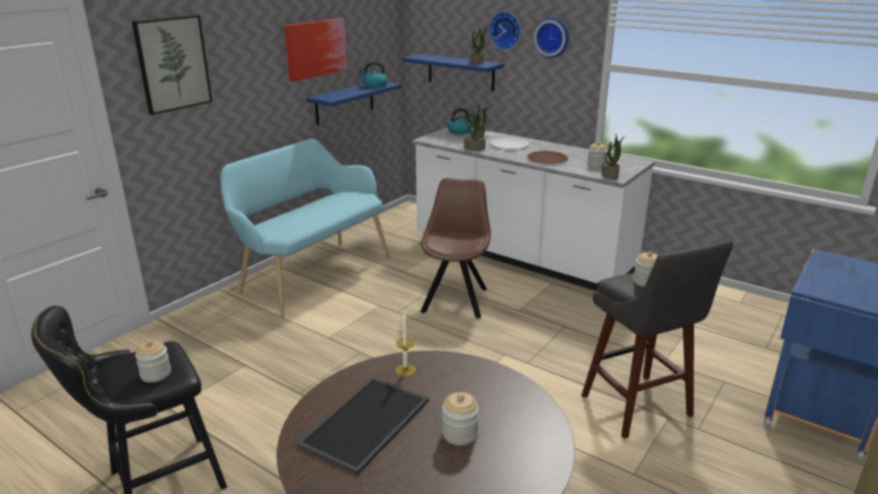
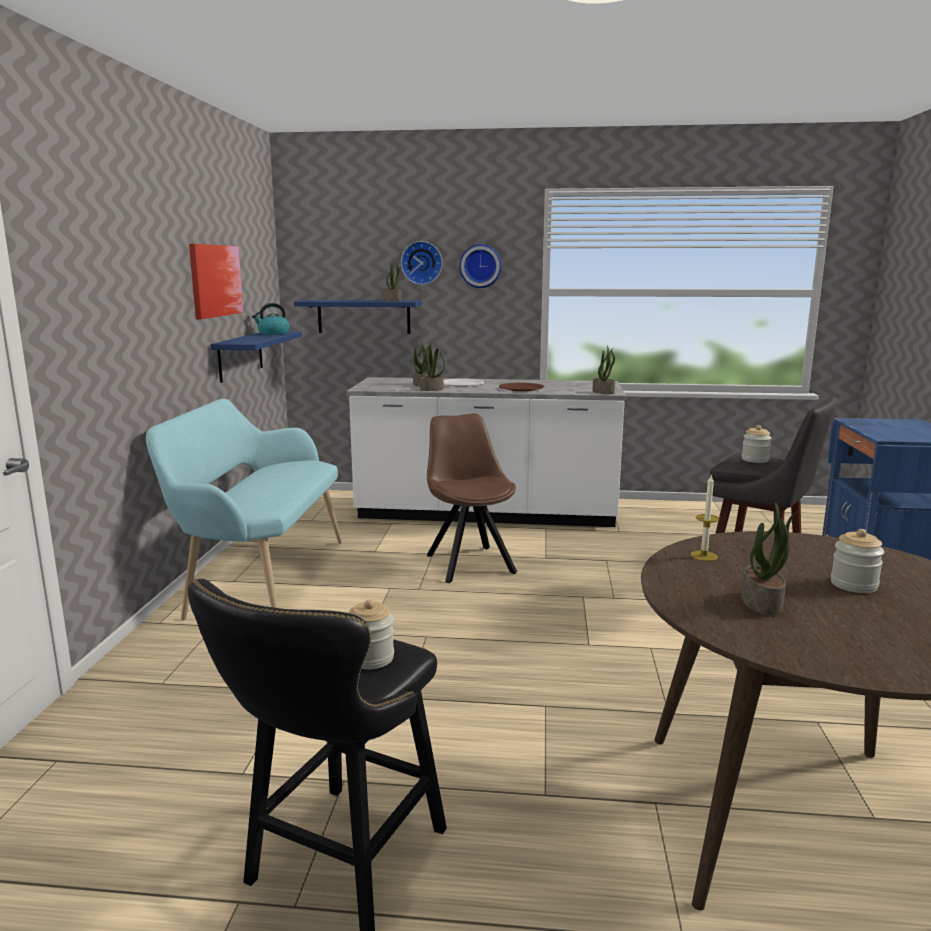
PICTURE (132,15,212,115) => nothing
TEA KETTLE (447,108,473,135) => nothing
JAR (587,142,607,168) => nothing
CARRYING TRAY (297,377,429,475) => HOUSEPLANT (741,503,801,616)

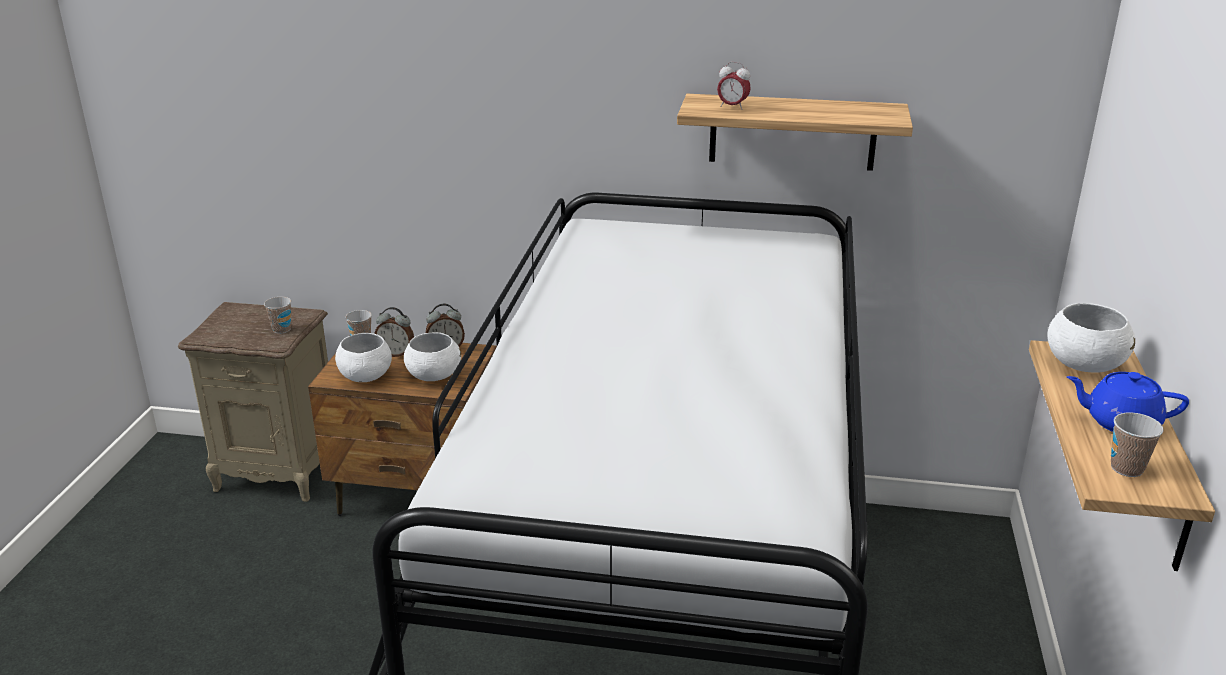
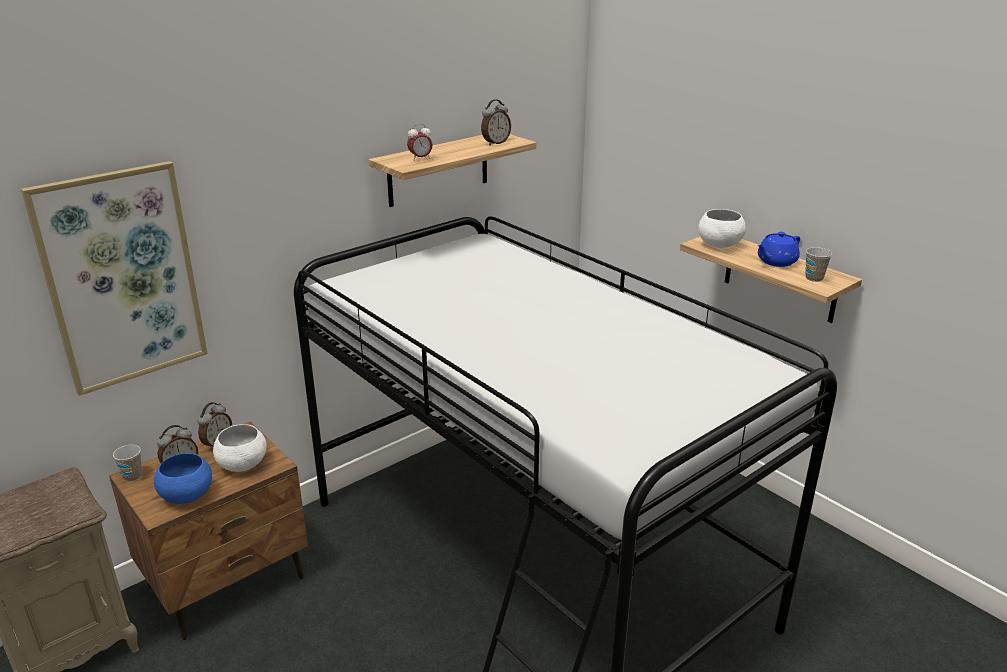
DRINKING CUP (264,297,291,334) => nothing
WHITE DEEP DISH (335,333,392,382) => BLUE-COLOURED DEEP DISH (154,453,212,504)
nothing => ALARM CLOCK (481,99,511,145)
nothing => PICTURE (21,161,208,396)

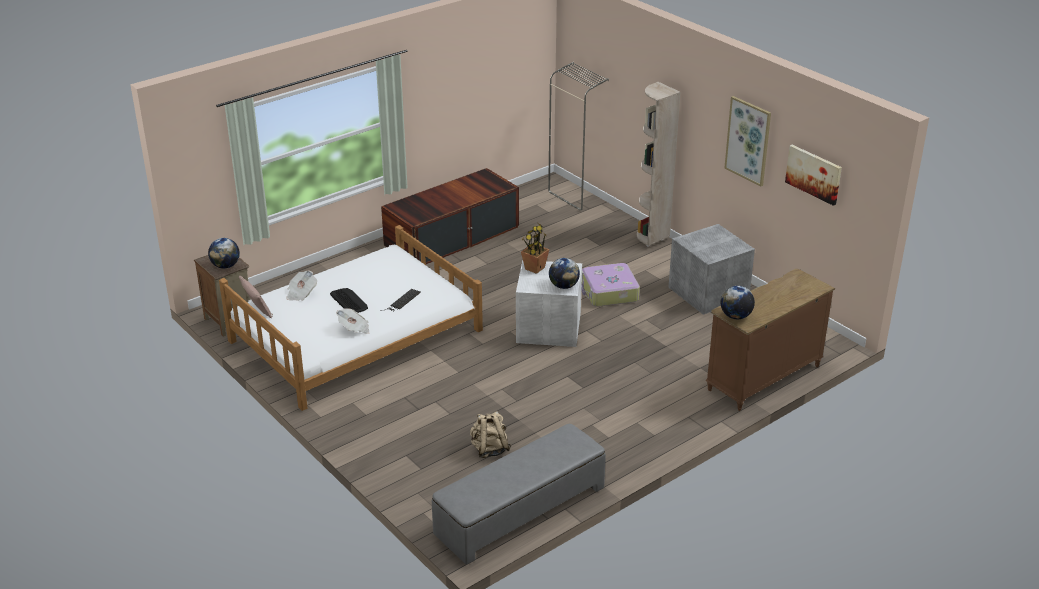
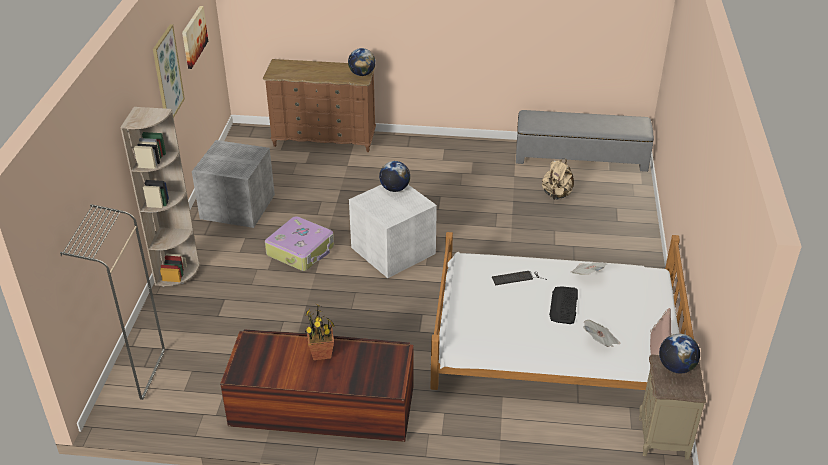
HOUSEPLANT (521,223,549,274) => HOUSEPLANT (305,304,335,360), move

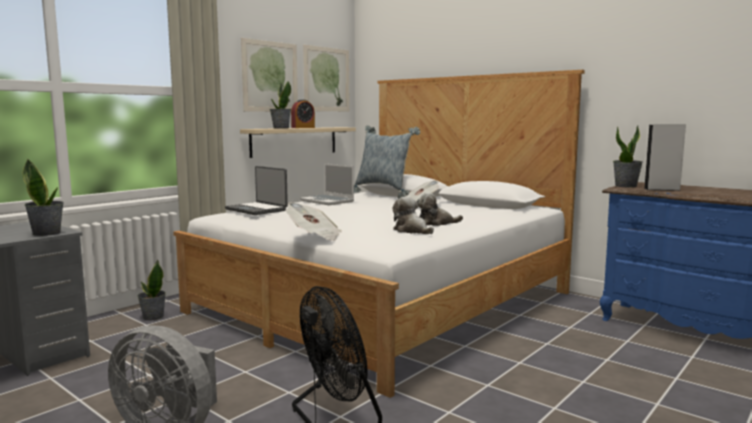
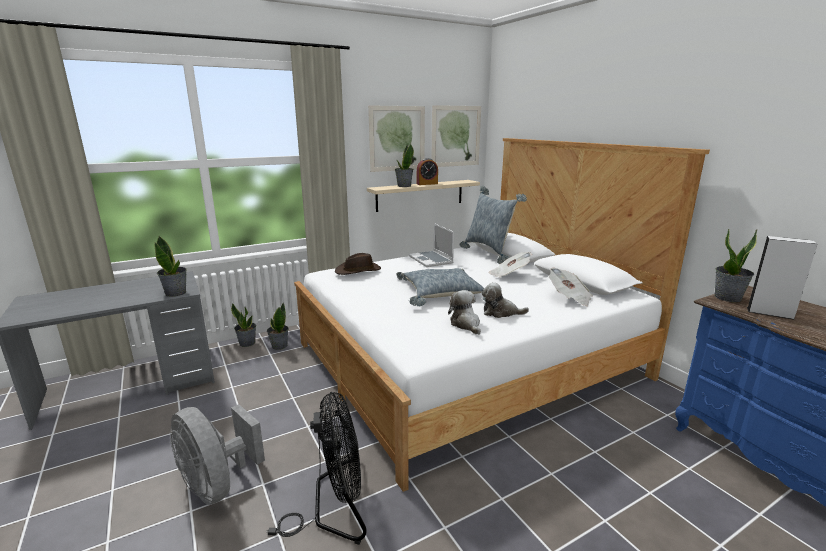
PORTABLE COMPUTER (225,166,288,215) => BROWN-COLOURED CLOTHING HAT (335,253,381,275)
PRINTED PAPER (285,202,342,241) => PRINTED PAPER (549,268,593,306), move
nothing => CUSHION (396,268,486,306)
nothing => HOUSEPLANT (231,303,256,347)

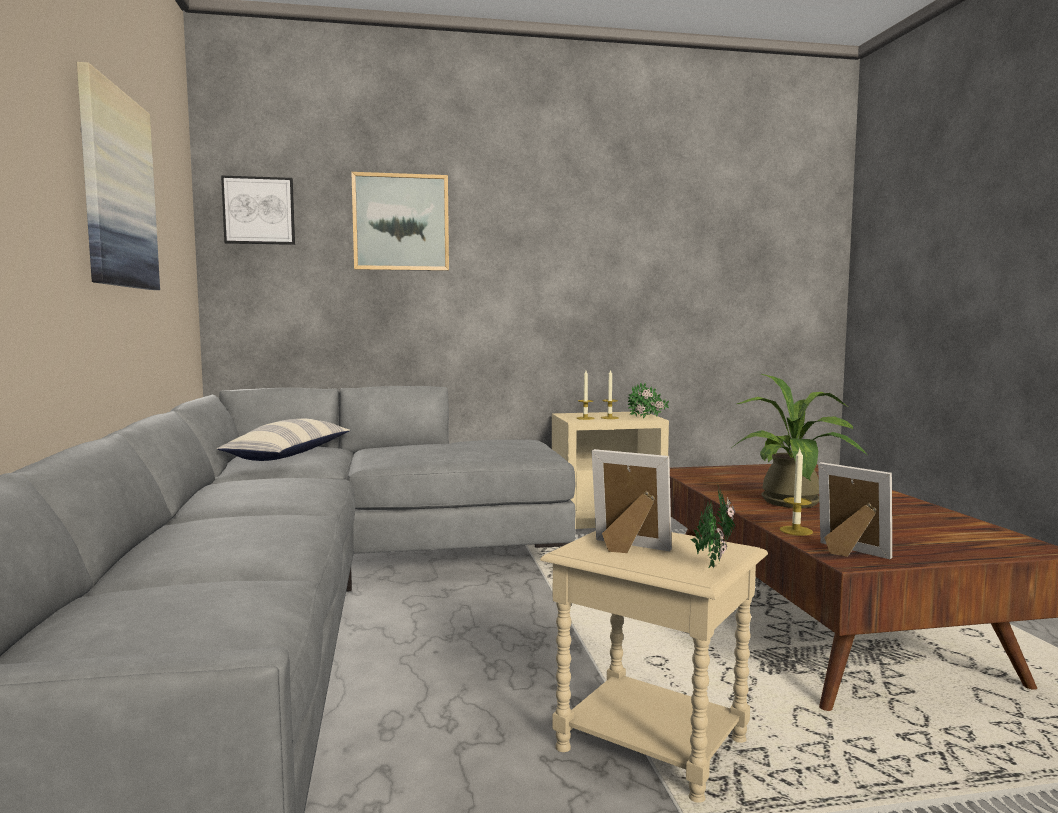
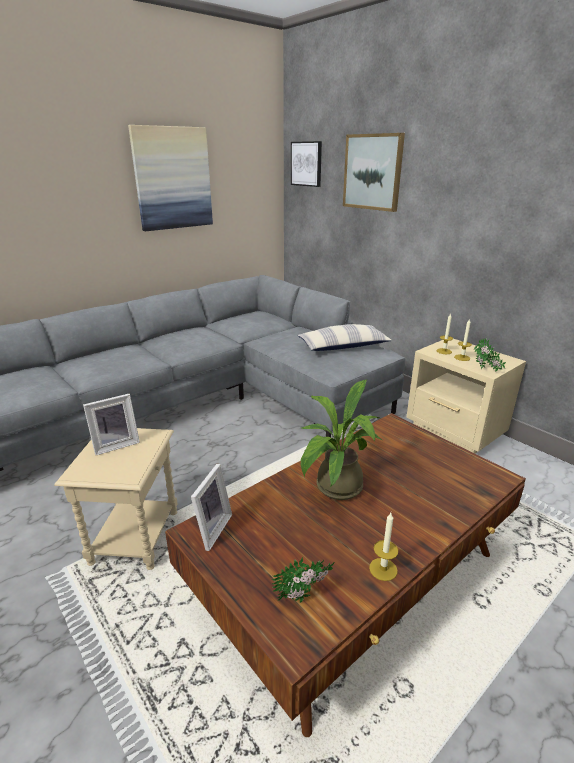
CUSHION (217,419,350,461) => CUSHION (297,324,392,351), move
STANDING FRAME (592,449,672,553) => STANDING FRAME (83,394,140,455), 60 degrees clockwise
CANDLE (780,449,813,536) => CANDLE (369,513,398,581), move
HOUSEPLANT (690,486,735,568) => HOUSEPLANT (272,557,334,603), move

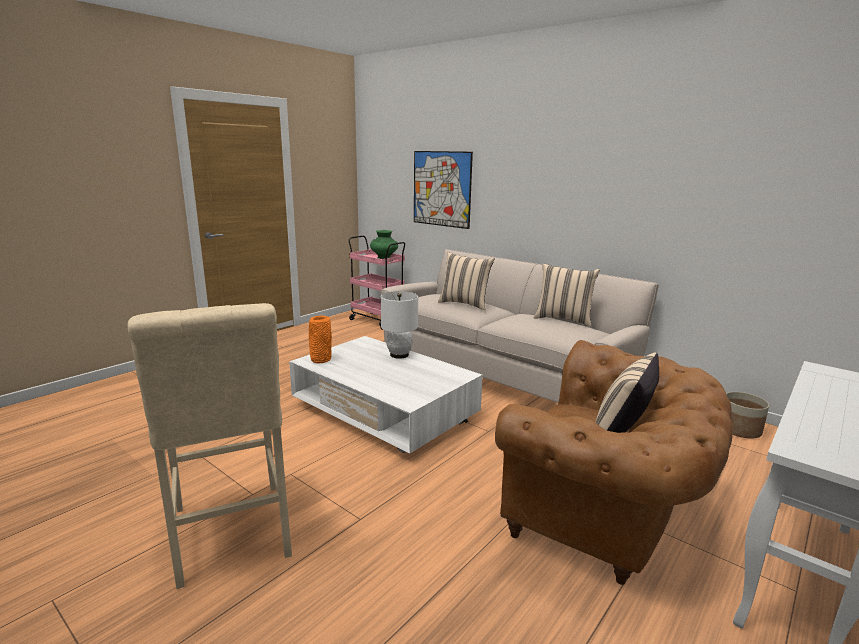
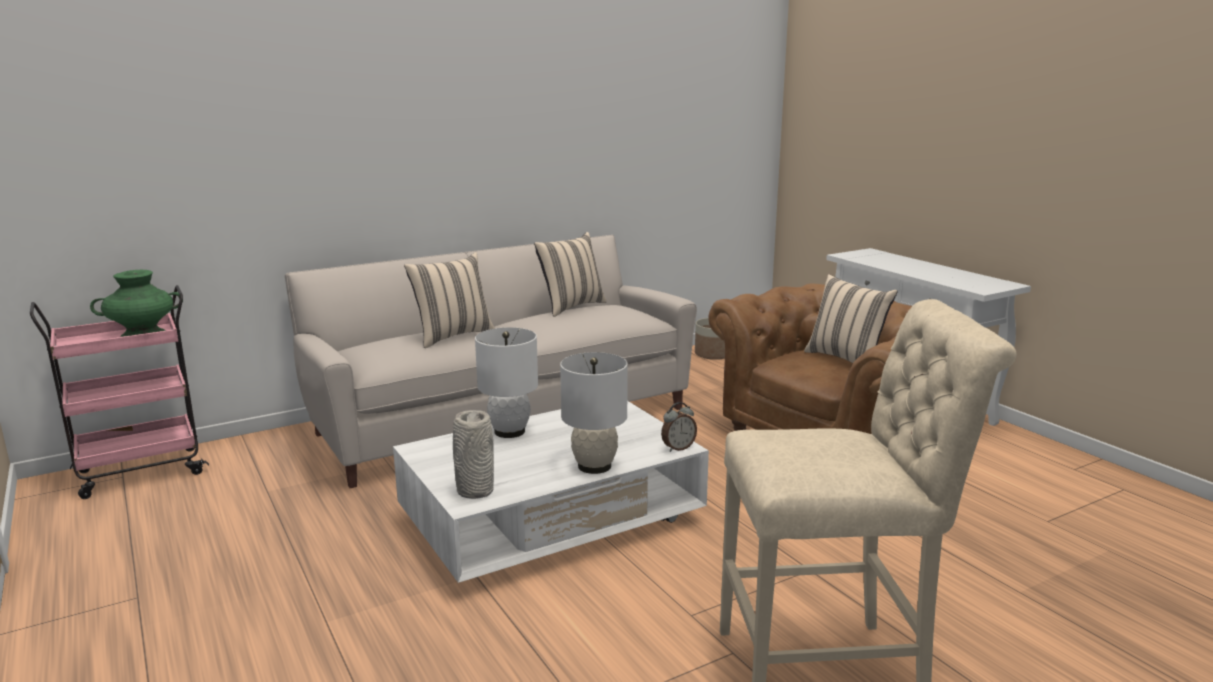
PICTURE (414,151,473,229) => nothing
ORANGE-COLOURED VASE (309,315,332,363) => GREYISH VASE (453,410,494,499)
nothing => WHITE LAMP FOR A TABLE (560,352,628,474)
nothing => ALARM CLOCK (661,402,697,452)

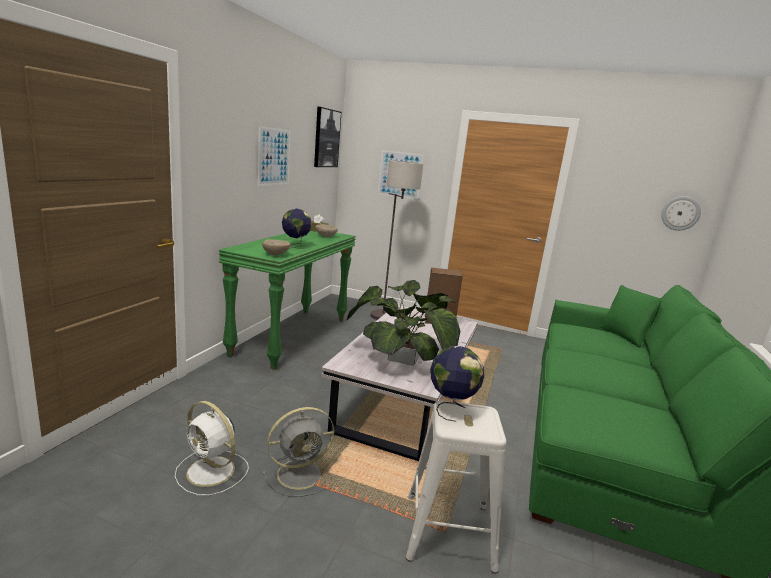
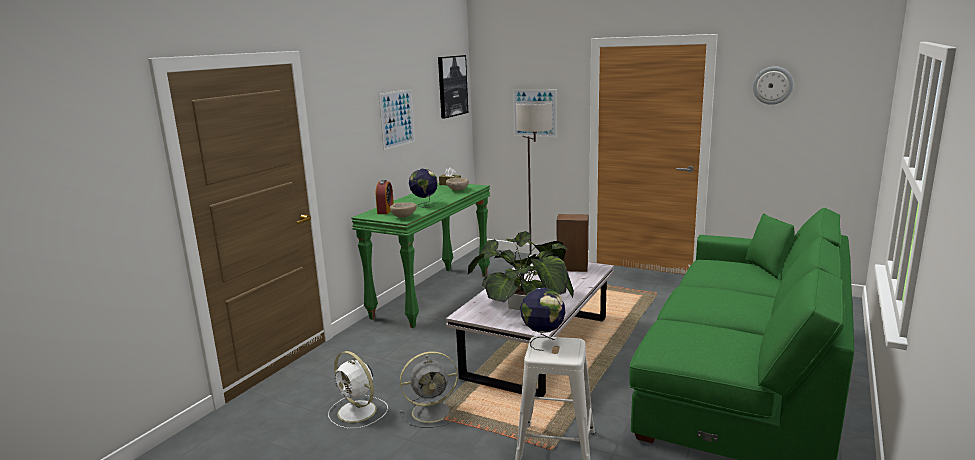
HANGING CLOCK (661,196,701,231) => HANGING CLOCK (753,66,793,105), move
nothing => ALARM CLOCK (376,180,394,214)

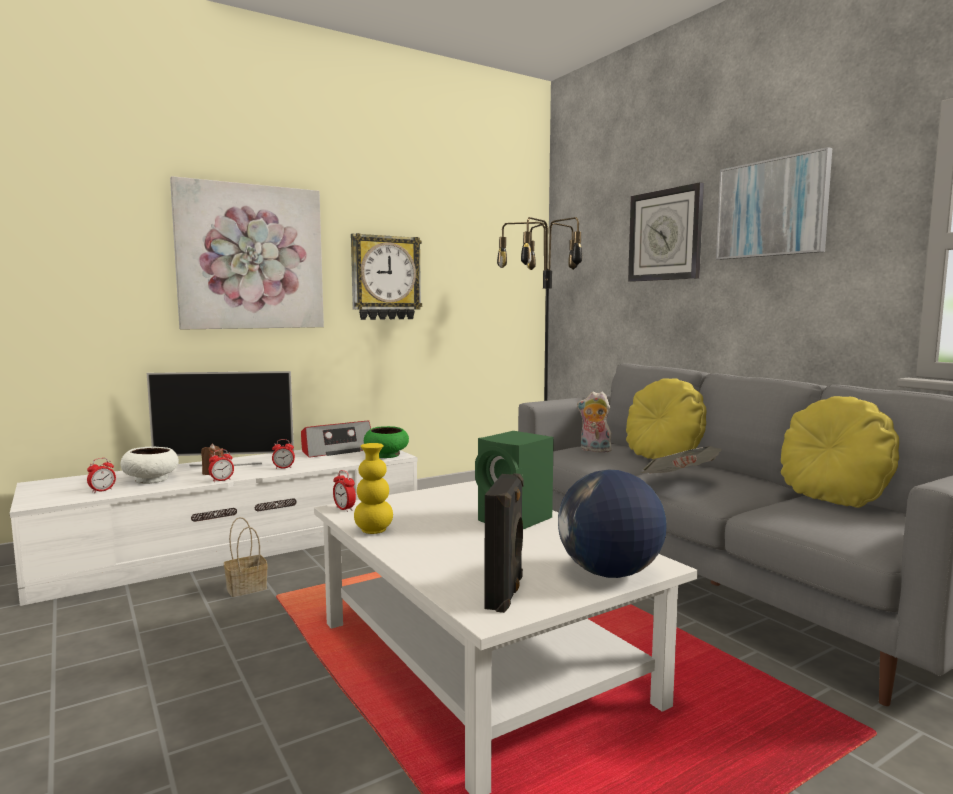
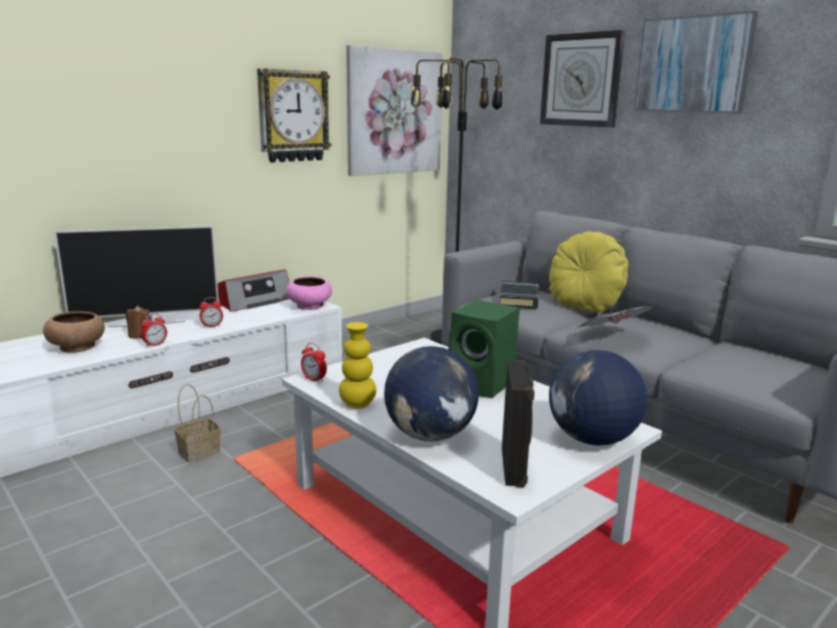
PICTURE (170,176,324,330) => PICTURE (346,45,443,176), move
CUDDLY TOY (577,392,612,453) => BLACK BOOK (500,281,539,309)
YELLOWISH CUSHION (781,396,899,508) => nothing
GREEN DEEP DISH (364,426,409,458) => PINKISH DEEP DISH (286,276,332,310)
WHITE DEEP DISH (121,447,179,484) => BROWN-COLOURED DEEP DISH (43,311,105,353)
ALARM CLOCK (87,458,116,493) => nothing
nothing => GLOBE (384,346,479,442)

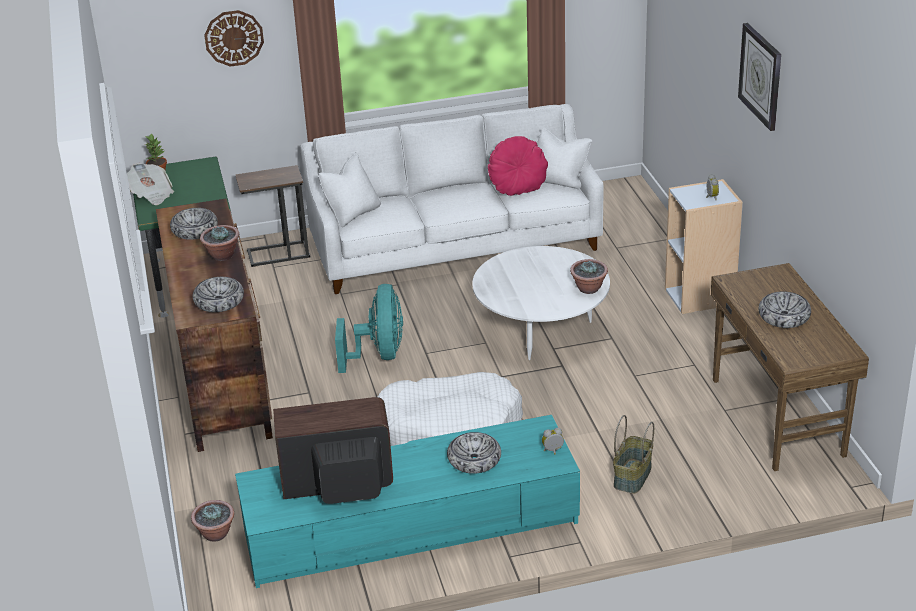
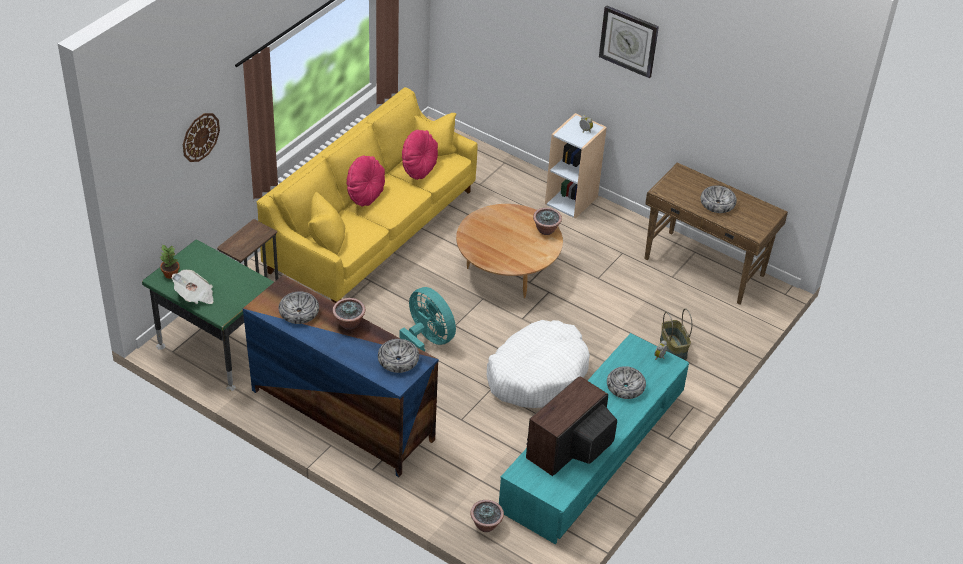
WHITE SETTEE (300,104,603,294) => YELLOWISH SETTEE (257,87,478,303)
BROWN-COLOURED STORAGE CABINET (156,198,273,452) => BLUE-COLOURED STORAGE CABINET (243,275,439,477)
WHITE LOW TABLE (472,246,610,360) => BROWN-COLOURED LOW TABLE (456,204,563,298)
nothing => PINKISH CUSHION (347,156,385,206)

